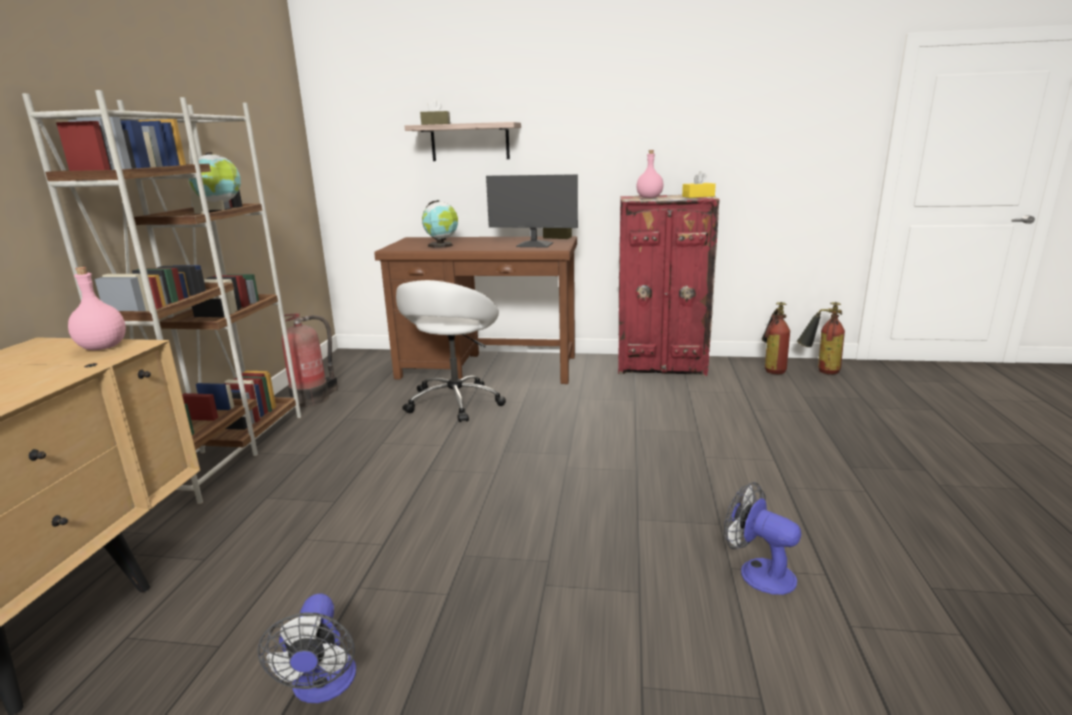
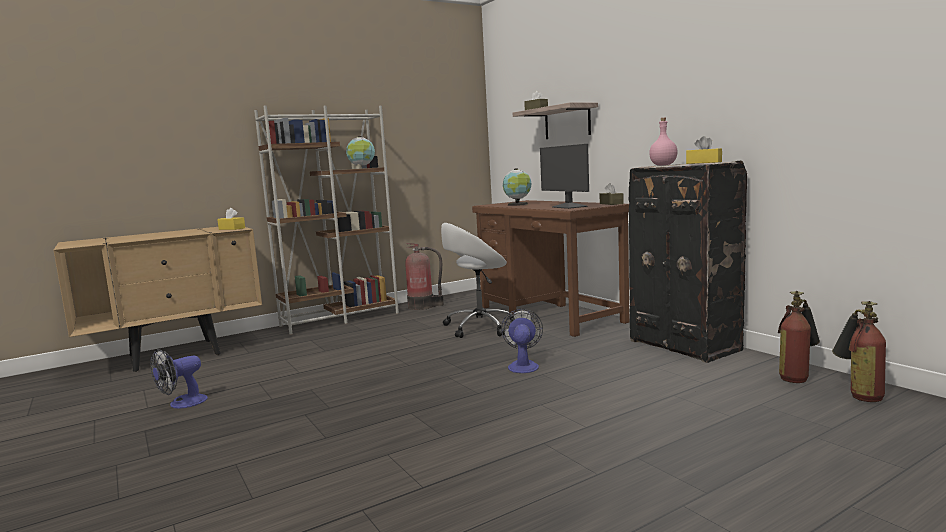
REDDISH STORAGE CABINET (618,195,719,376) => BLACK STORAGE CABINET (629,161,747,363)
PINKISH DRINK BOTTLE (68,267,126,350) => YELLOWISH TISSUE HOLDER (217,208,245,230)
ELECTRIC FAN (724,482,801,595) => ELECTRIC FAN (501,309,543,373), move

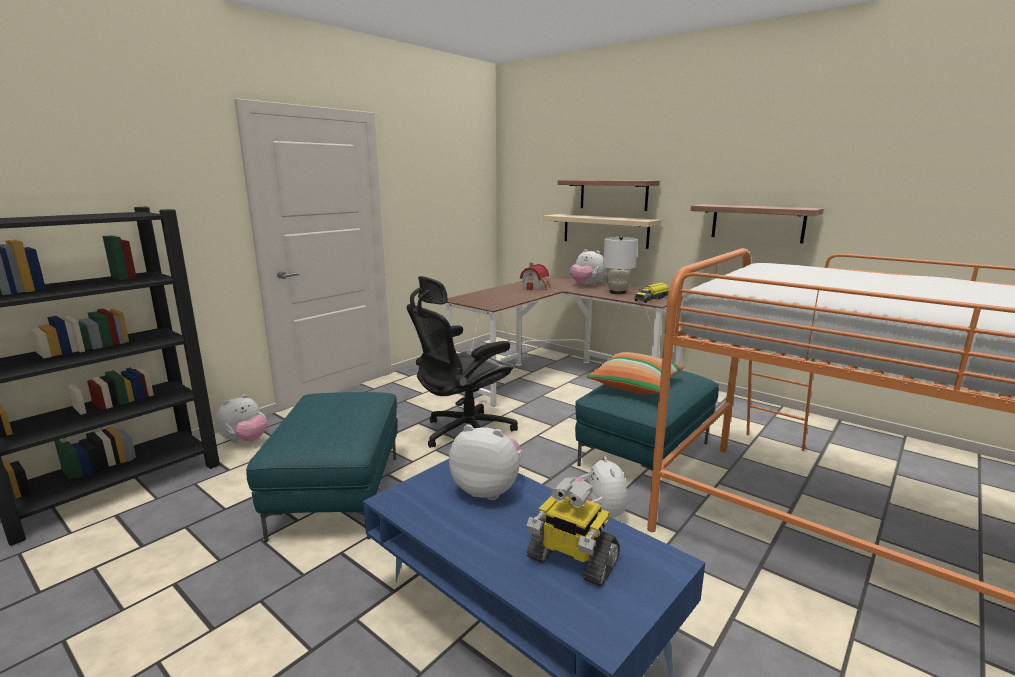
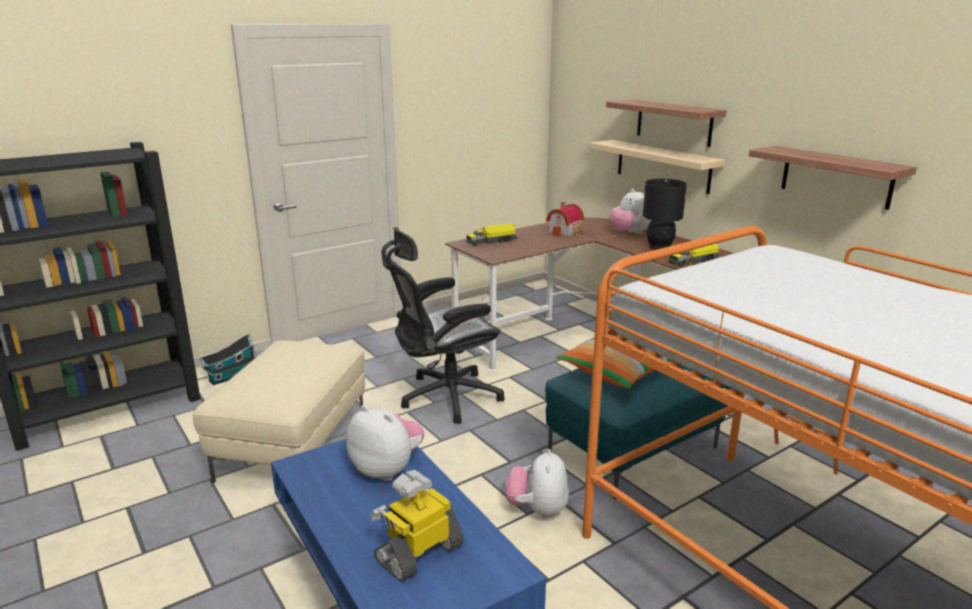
WHITE LAMP FOR A TABLE (603,236,638,294) => BLACK LAMP FOR A TABLE (643,179,687,250)
BLUE-GREEN POUFFE (246,392,397,542) => BEIGE-COLOURED POUFFE (192,341,365,483)
CUDDLY TOY (215,394,267,443) => MINIATURE HOUSE (200,333,256,385)
TOY ROBOT (527,477,620,587) => TOY ROBOT (371,470,464,581), 90 degrees clockwise
nothing => TOY LORRY (466,224,518,246)

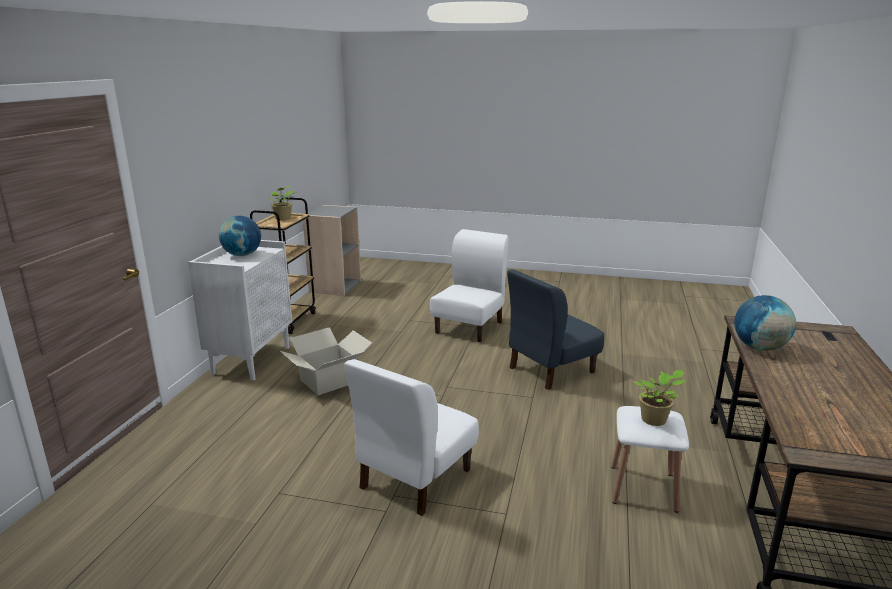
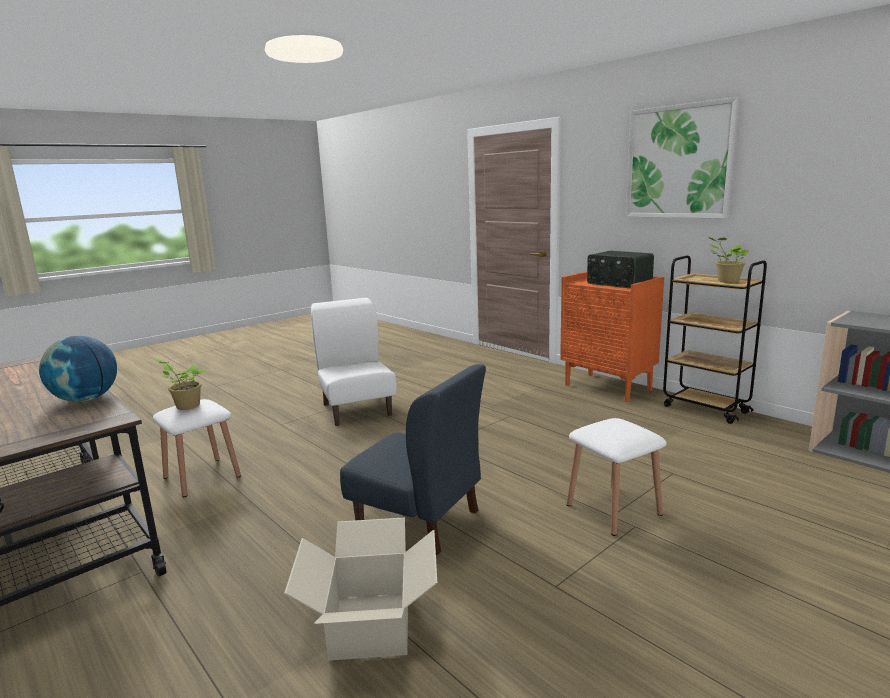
GLOBE (219,216,261,256) => RADIO RECEIVER (587,251,654,288)
WHITE UPRIGHT CHAIR (430,229,509,342) => WHITE SITTING STOOL (566,418,667,536)
WHITE STORAGE CABINET (188,240,292,380) => ORANGE-COLOURED STORAGE CABINET (560,272,664,402)
BLUE-COLOURED UPRIGHT CHAIR (507,270,604,390) => BLUE-COLOURED UPRIGHT CHAIR (340,364,486,555), 120 degrees clockwise
CARDBOARD BOX (280,327,372,395) => CARDBOARD BOX (284,517,437,661), move
nothing => PICTURE (626,97,740,219)

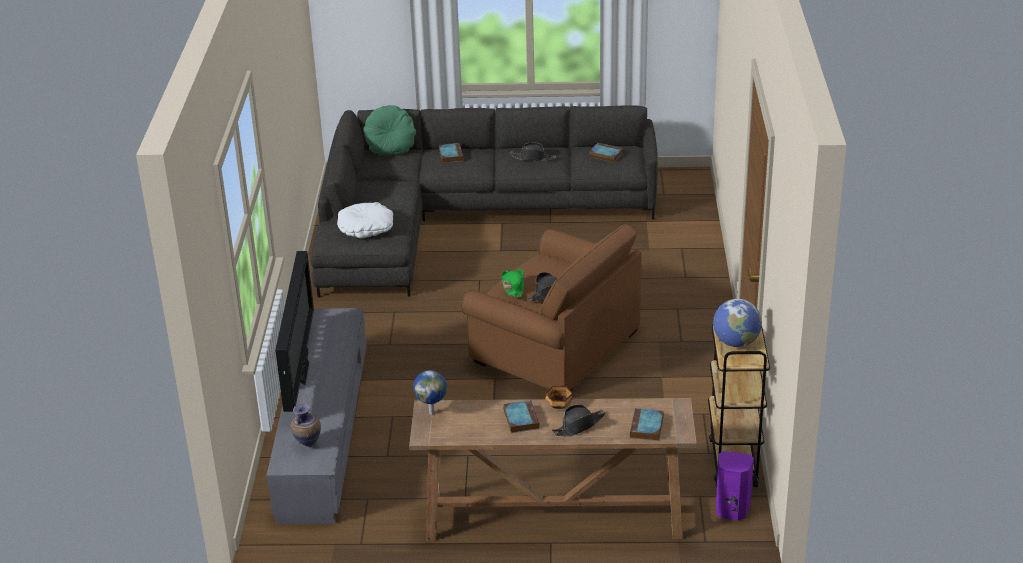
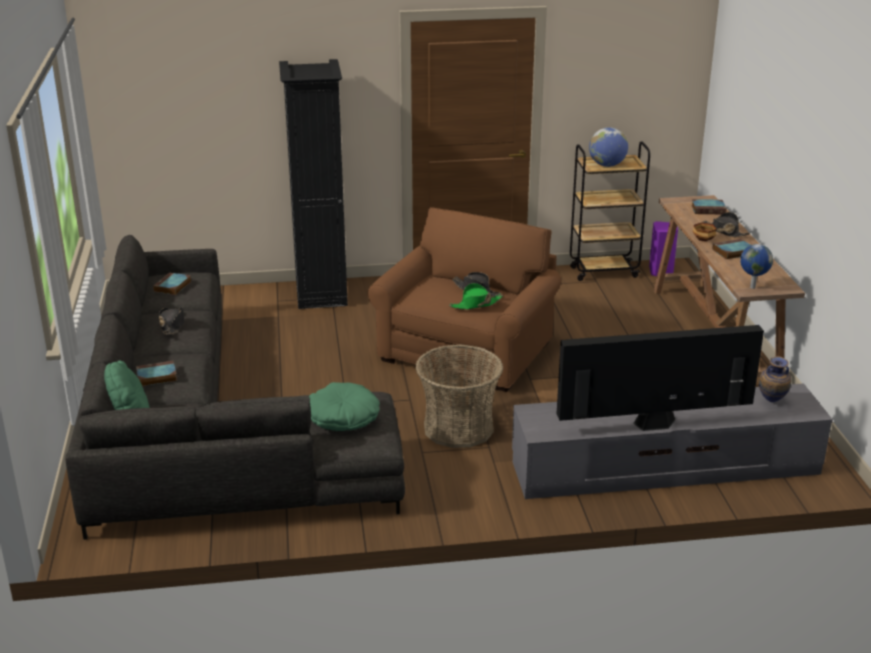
WHITE CUSHION (337,202,393,238) => GREEN CUSHION (309,382,380,431)
nothing => BLACK STORAGE CABINET (279,59,348,309)
nothing => STORAGE BASKET (415,344,503,448)

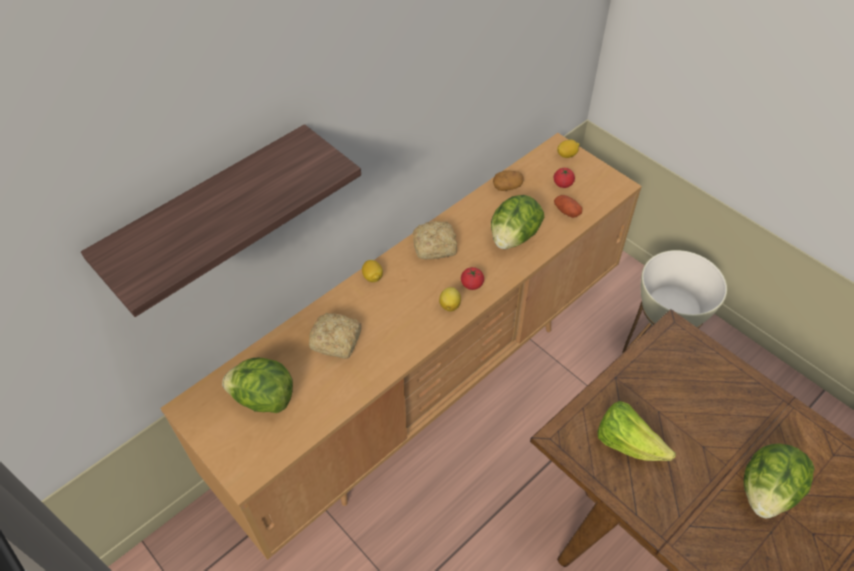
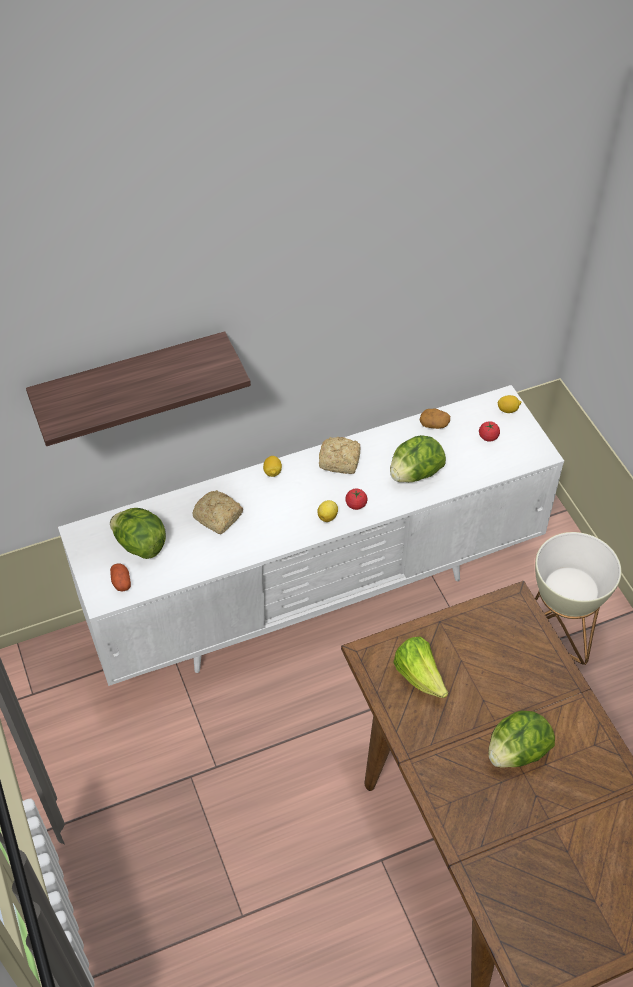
BROWN-COLOURED STORAGE CABINET (160,133,642,560) => WHITE STORAGE CABINET (58,385,564,686)
SPUD (554,195,582,218) => SPUD (110,564,131,592), move

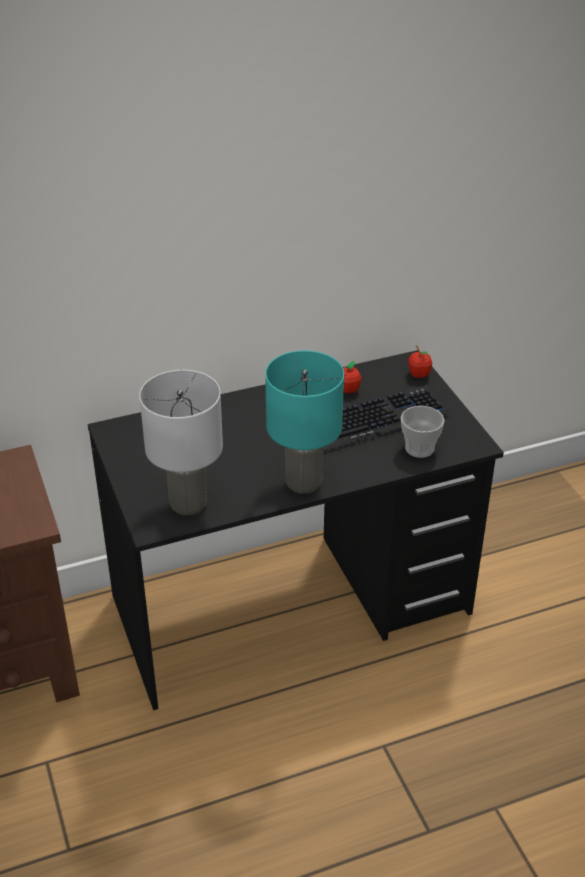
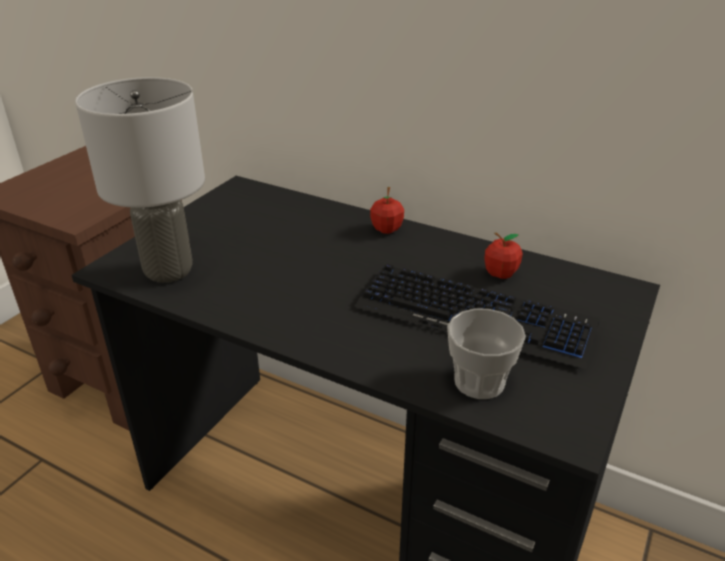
WHOLE APPLE (408,345,432,378) => WHOLE APPLE (370,187,404,234), move
BLUE-GREEN LAMP FOR A TABLE (265,350,344,494) => nothing

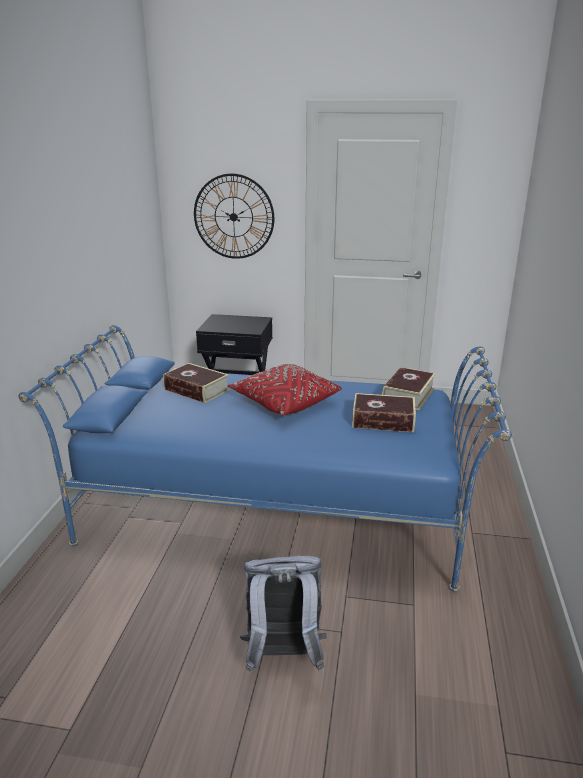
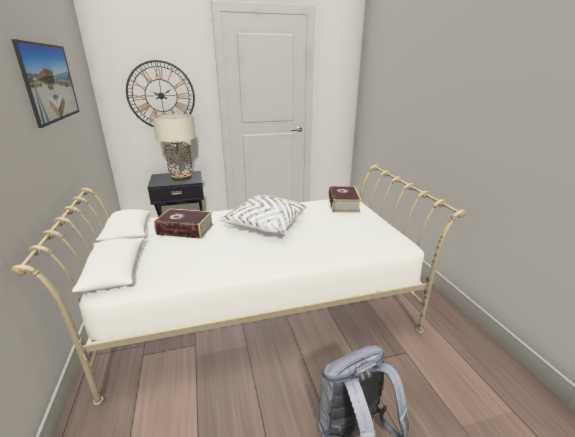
BLUE-COLOURED SLEEPING BED (19,325,512,591) => WHITE SLEEPING BED (11,165,466,405)
REDDISH CUSHION (228,364,342,416) => WHITE CUSHION (219,195,306,234)
BOOK (352,393,416,432) => nothing
nothing => PICTURE (11,39,80,128)
nothing => LAMP FOR A TABLE (152,114,196,181)

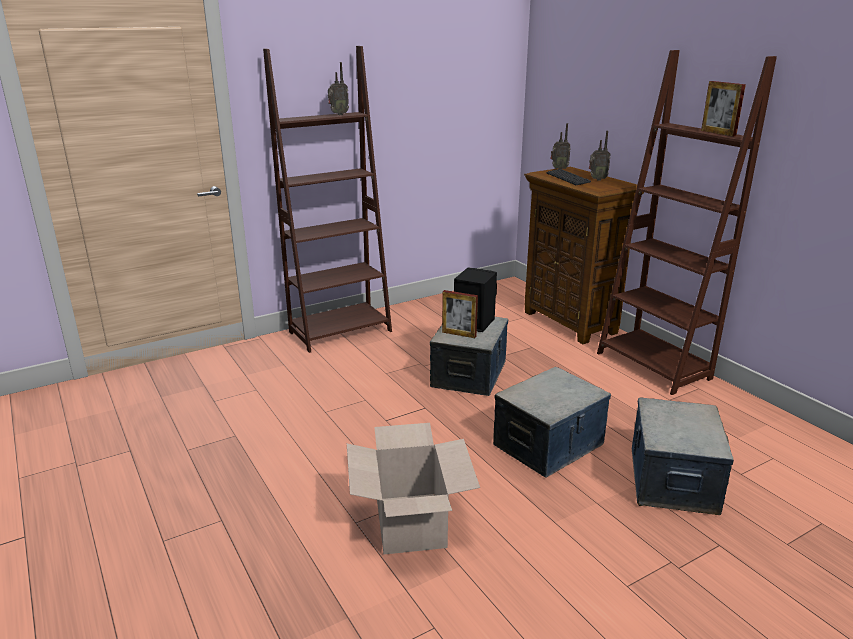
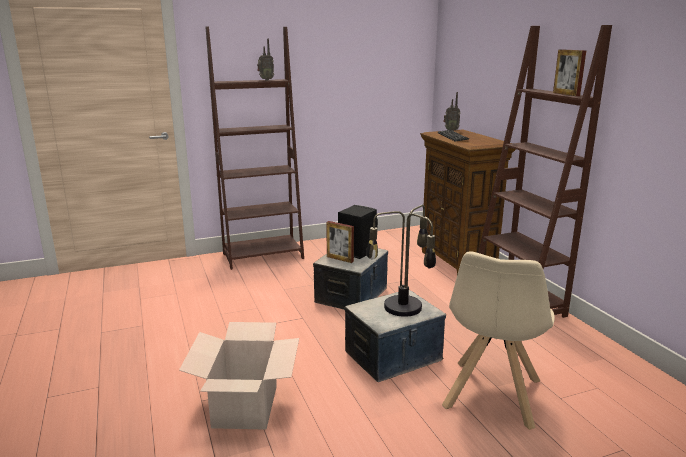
RADIO RECEIVER (589,131,611,180) => nothing
STORAGE CONTAINER (632,398,734,515) => BEIGE-COLOURED UPRIGHT CHAIR (442,251,555,430)
nothing => LAMP FOR A TABLE (366,205,436,317)

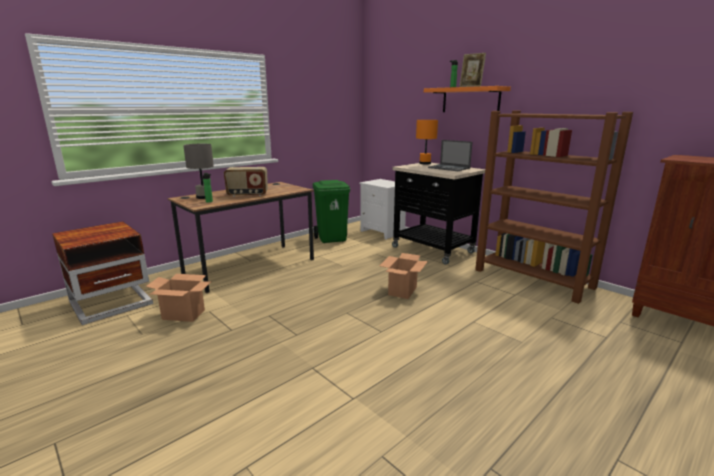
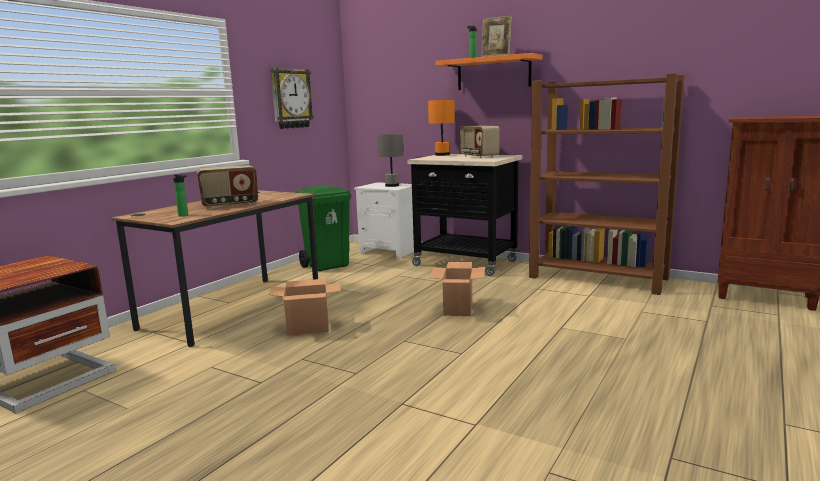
PORTABLE COMPUTER (428,140,472,171) => RADIO RECEIVER (459,125,500,158)
GREYISH LAMP FOR A TABLE (183,144,214,199) => GREYISH LAMP FOR A TABLE (378,134,403,187), move
CARDBOARD BOX (145,274,212,322) => CARDBOARD BOX (268,279,341,335), move
nothing => HANGING CLOCK (270,68,314,129)

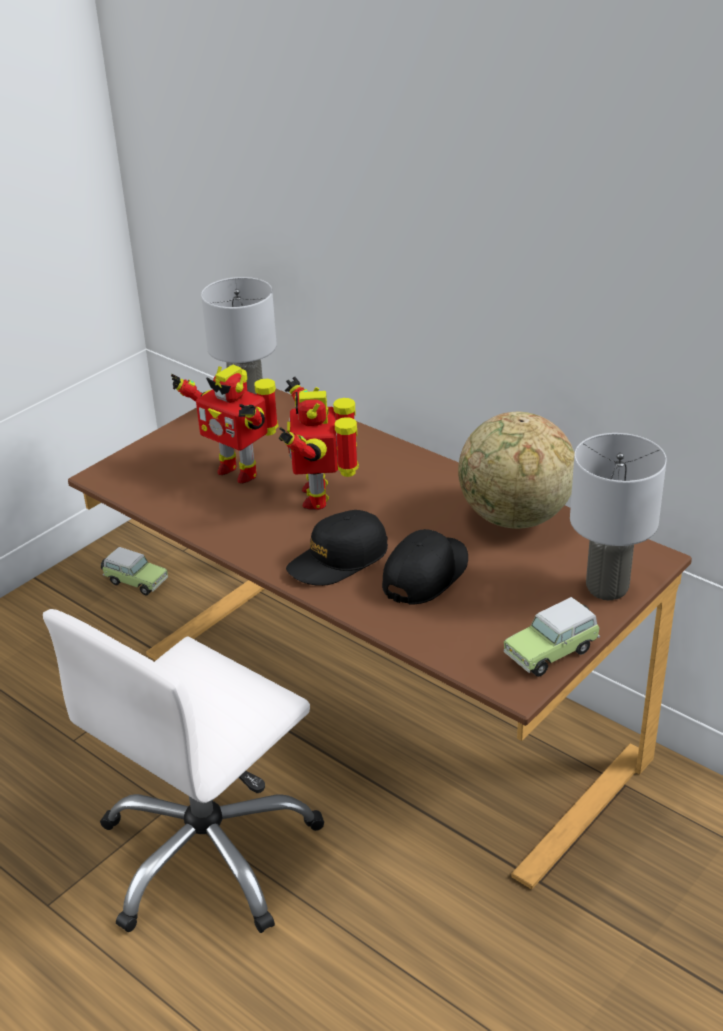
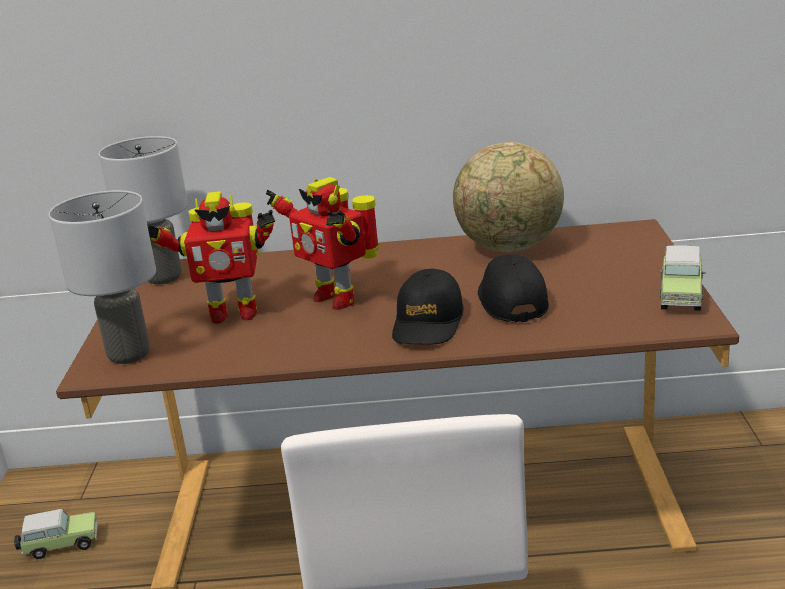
WHITE LAMP FOR A TABLE (570,433,667,600) => WHITE LAMP FOR A TABLE (49,190,156,364), move

